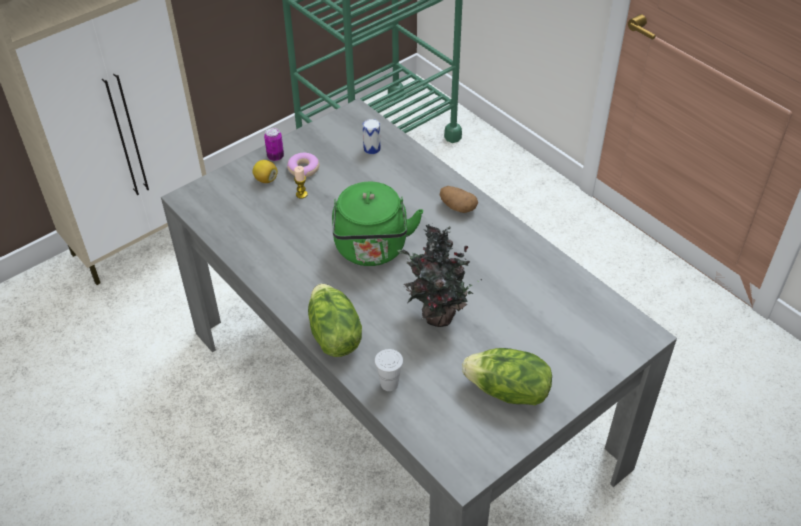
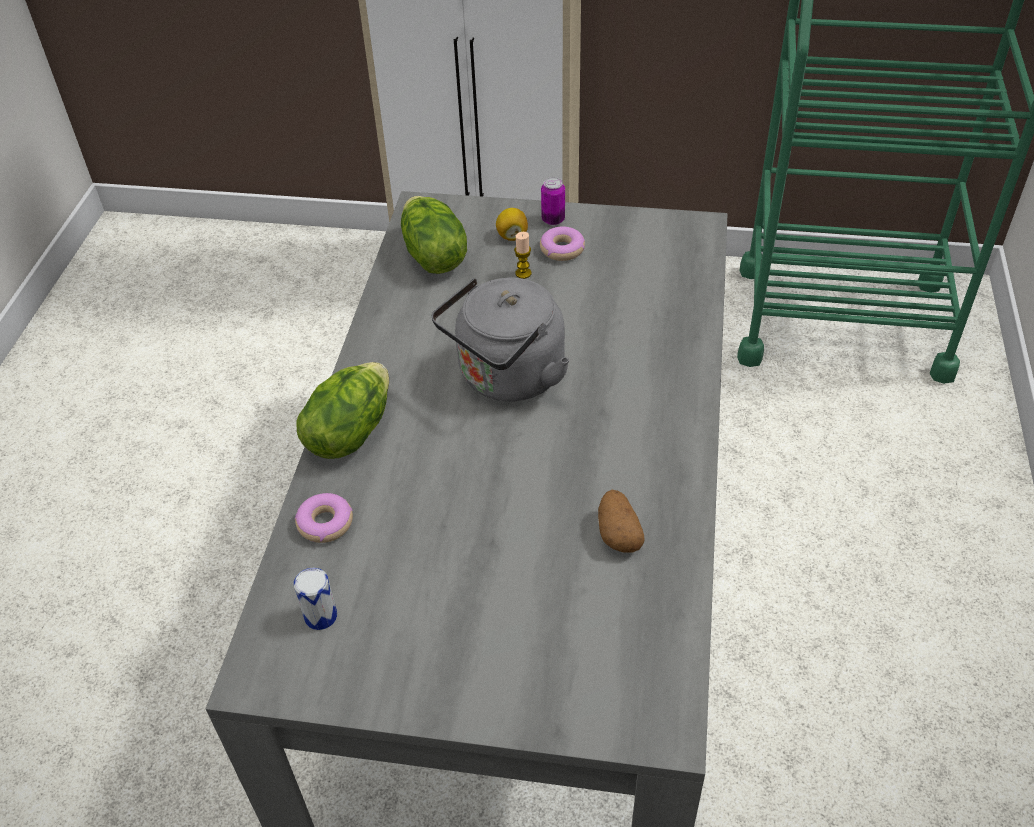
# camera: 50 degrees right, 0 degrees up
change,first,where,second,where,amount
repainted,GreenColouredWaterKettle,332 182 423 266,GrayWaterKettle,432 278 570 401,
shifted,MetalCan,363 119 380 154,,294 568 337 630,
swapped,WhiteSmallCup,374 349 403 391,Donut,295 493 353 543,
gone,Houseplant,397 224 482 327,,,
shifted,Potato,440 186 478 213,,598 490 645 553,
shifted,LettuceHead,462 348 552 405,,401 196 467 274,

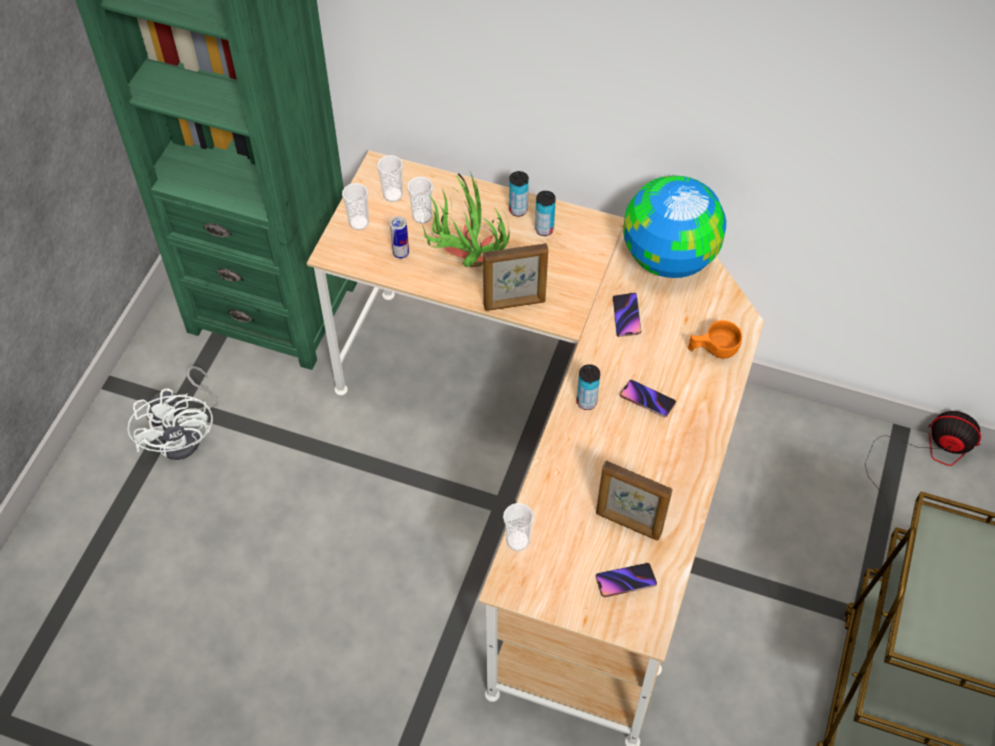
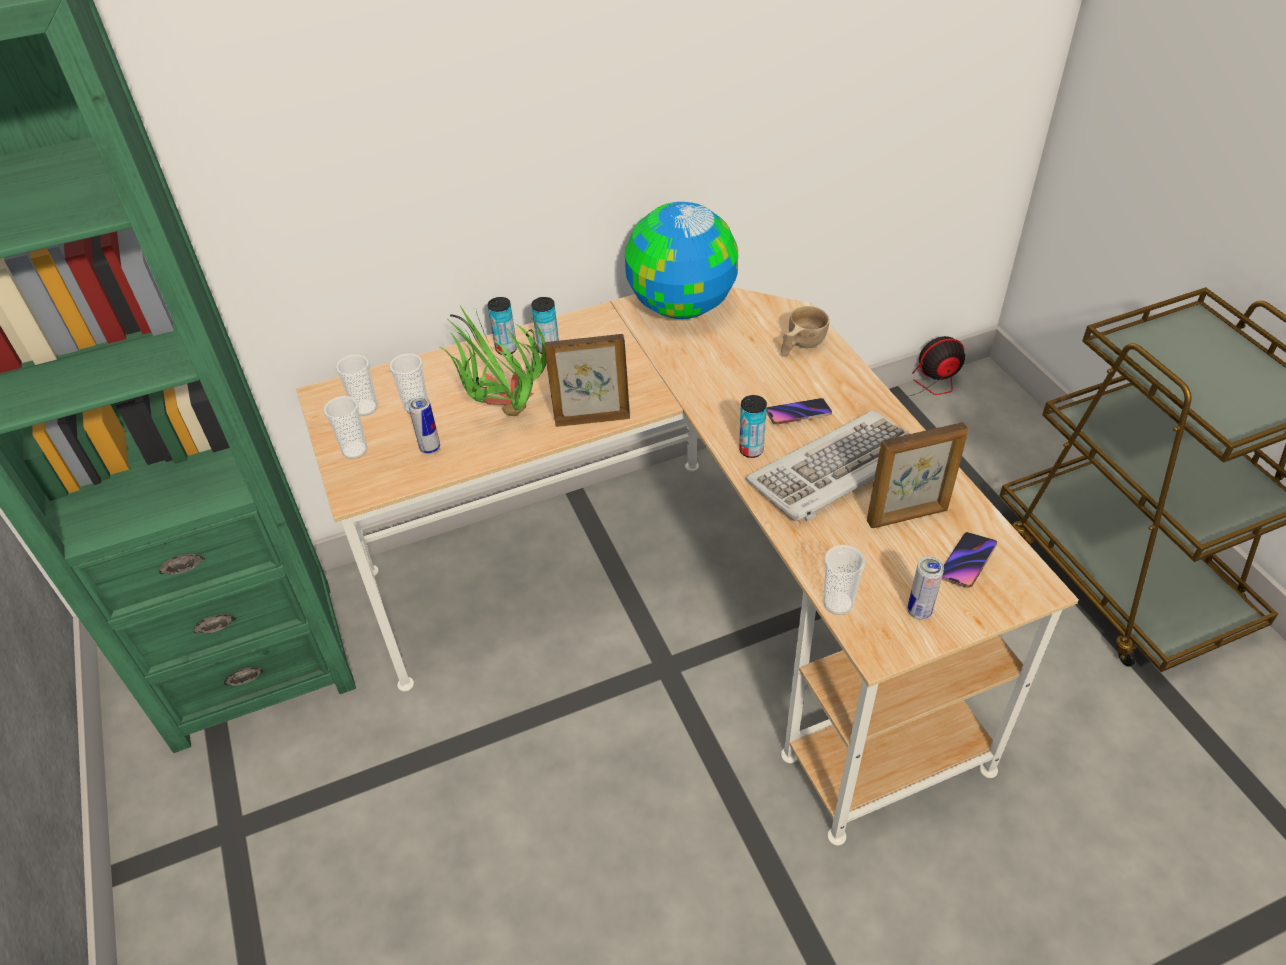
# camera: 40 degrees left, 10 degrees down
change,first,where,second,where,amount
gone,WhiteElectricFan,127 366 218 460,,,
rotated,PictureFrame,483 243 548 311,,544 334 630 427,135 degrees counterclockwise
gone,Handset,613 293 641 337,,,
repainted,OrangeySmallCup,688 320 742 359,SandColouredSmallCup,780 306 829 356,
new,,,ComputerKeyboard,746 410 910 521,
new,,,MetalCan,907 556 944 620,

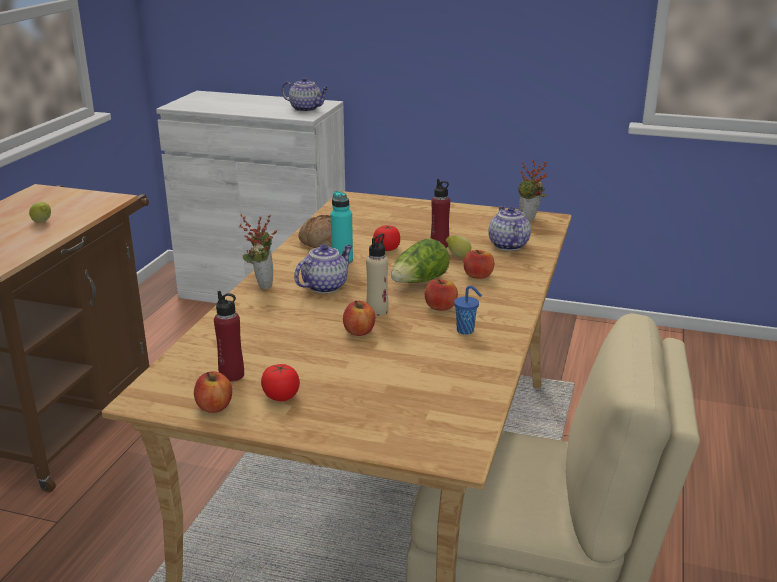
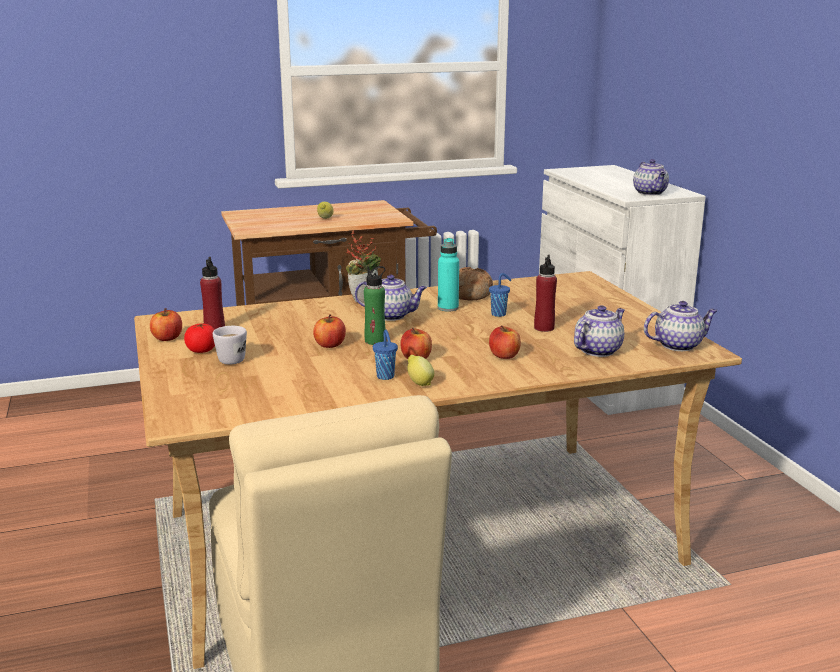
# camera: 55 degrees right, 5 degrees down
change,first,where,second,where,amount
repainted,SandColouredBeverageBottle,366 233 388 316,GreenColouredBeverageBottle,364 266 386 345,
swapped,FreshTomato,373 225 400 251,BlueSmallCup,489 273 511 317,
gone,LettuceHead,391 238 449 283,,,
shifted,Lemon,446 235 471 257,,407 355 434 386,
swapped,Houseplant,518 159 548 222,PotForTea,644 301 718 351,
new,,,WhiteTeaMug,213 326 247 365,

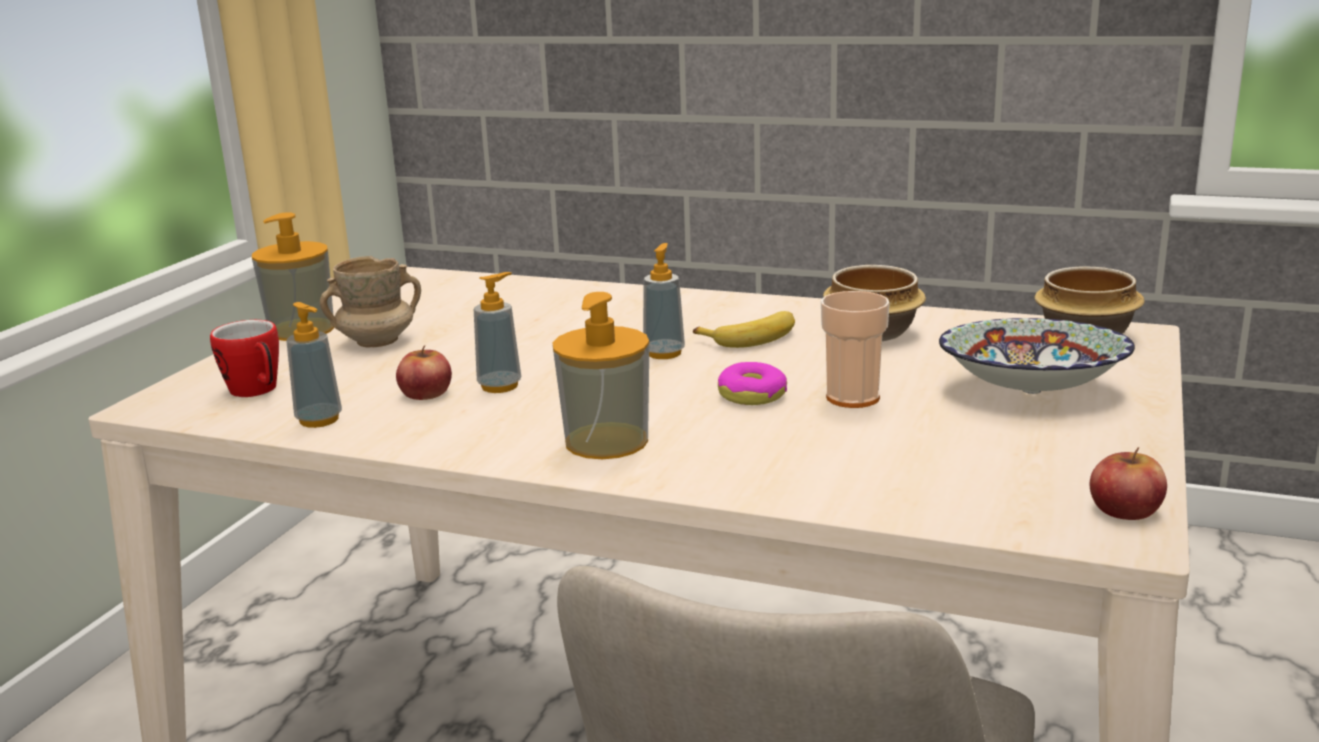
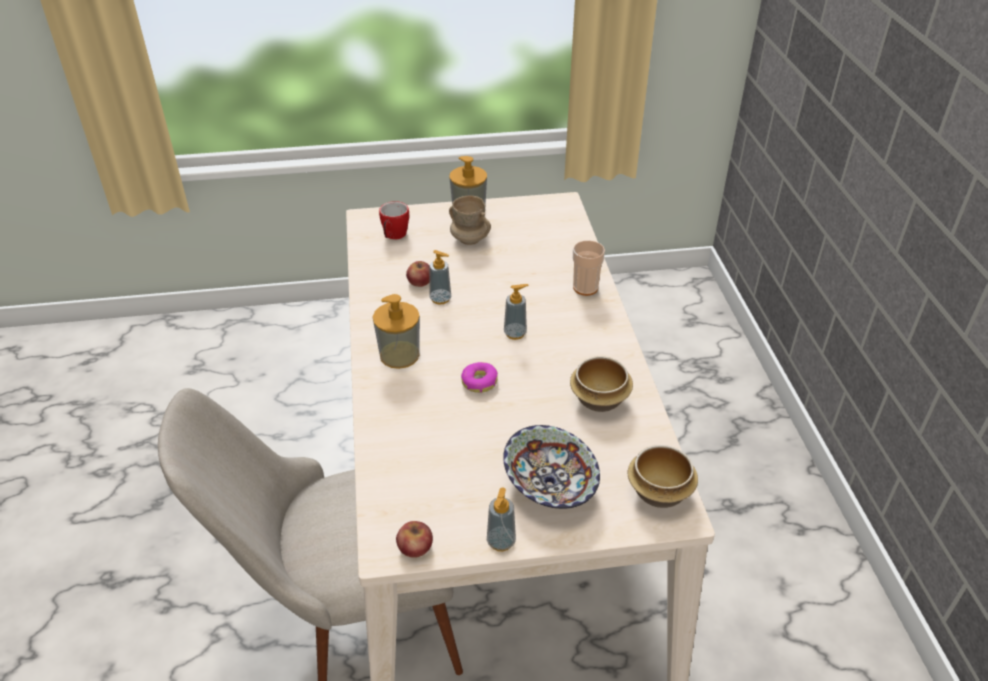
# camera: 60 degrees right, 20 degrees up
change,first,where,second,where,amount
shifted,SoapDispenser,286 302 342 428,,487 487 516 551,
gone,WholeBanana,693 311 795 348,,,
shifted,SmallCup,821 291 890 408,,573 240 605 296,

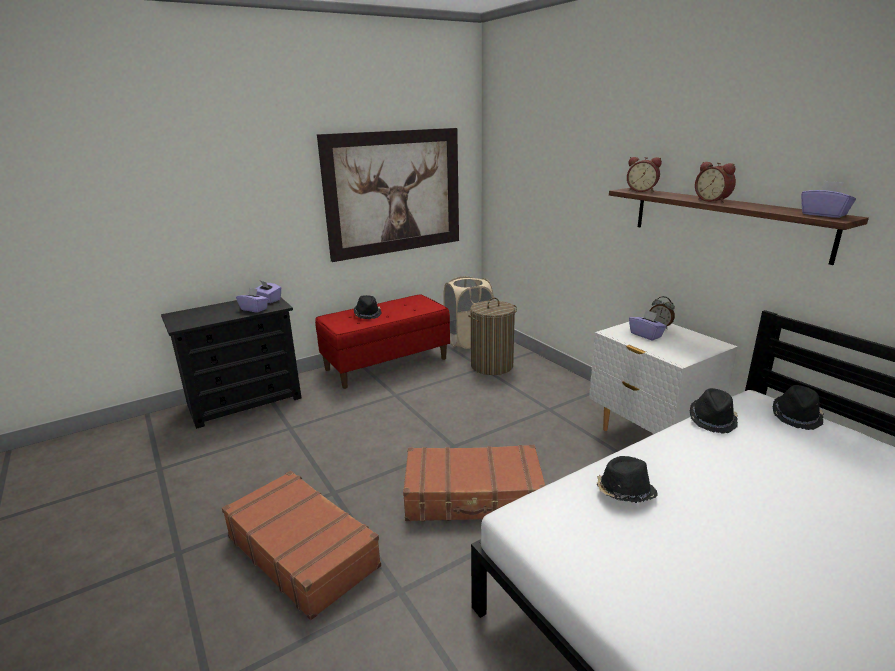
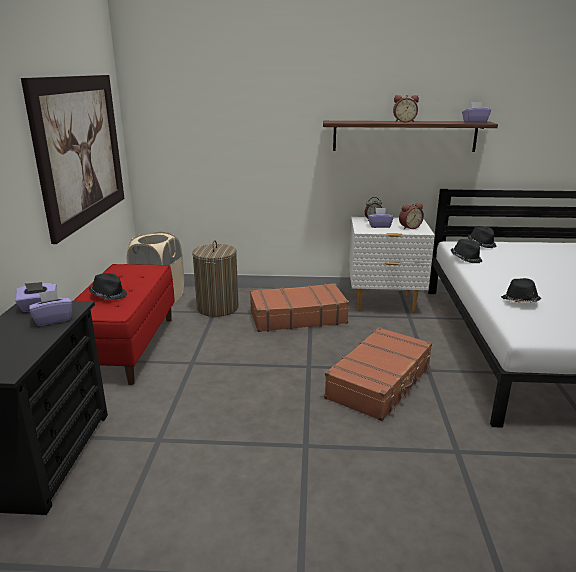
# camera: 55 degrees left, 0 degrees up
change,first,where,second,where,amount
shifted,BrownishPieceOfLuggage,222 471 381 620,,250 283 349 332,
shifted,TableClock,627 157 662 192,,399 203 424 229,

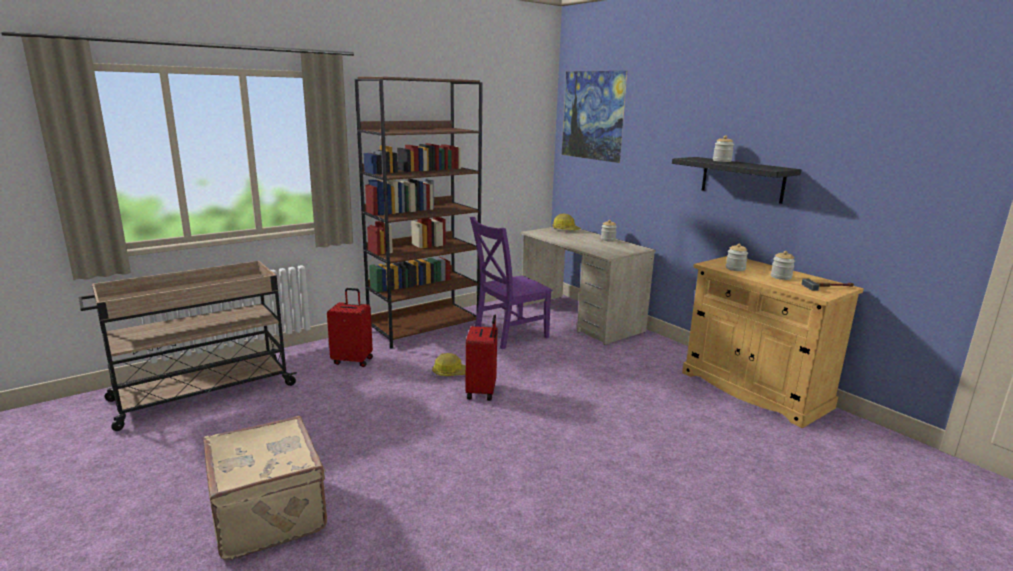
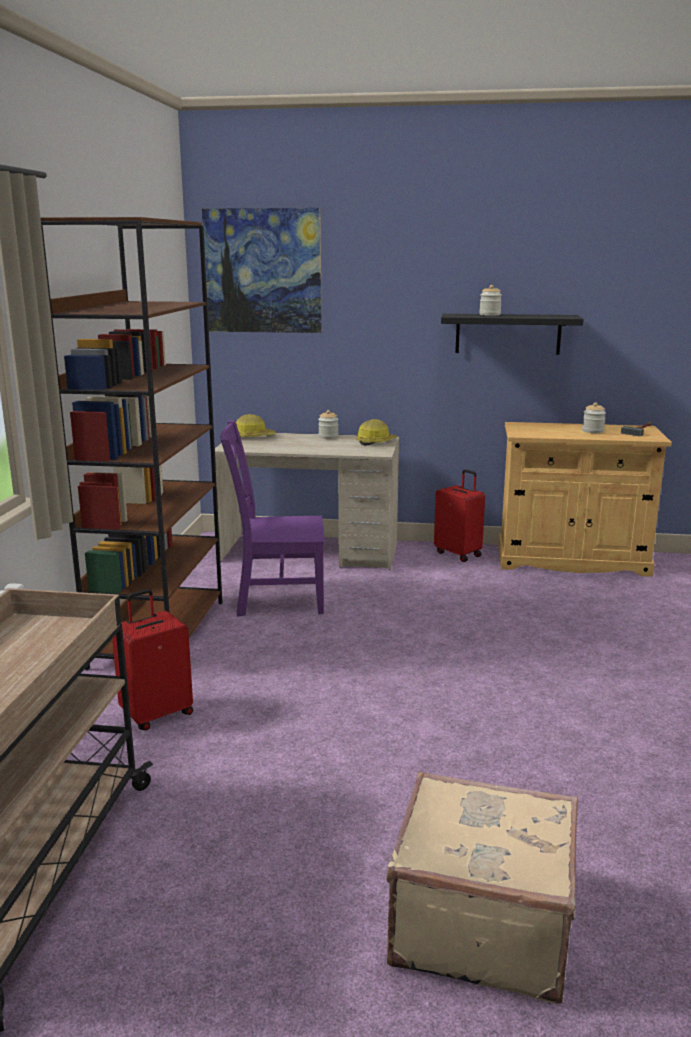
# camera: 45 degrees left, 0 degrees up
change,first,where,second,where,amount
shifted,WorkHelmet,432 353 466 376,,356 419 397 446,
shifted,RedPieceOfLuggage,466 315 497 401,,434 469 485 562,
rotated,PurplishPlainChair,470 217 552 349,,220 421 324 616,75 degrees clockwise
gone,PreserveJar,726 244 748 271,,,

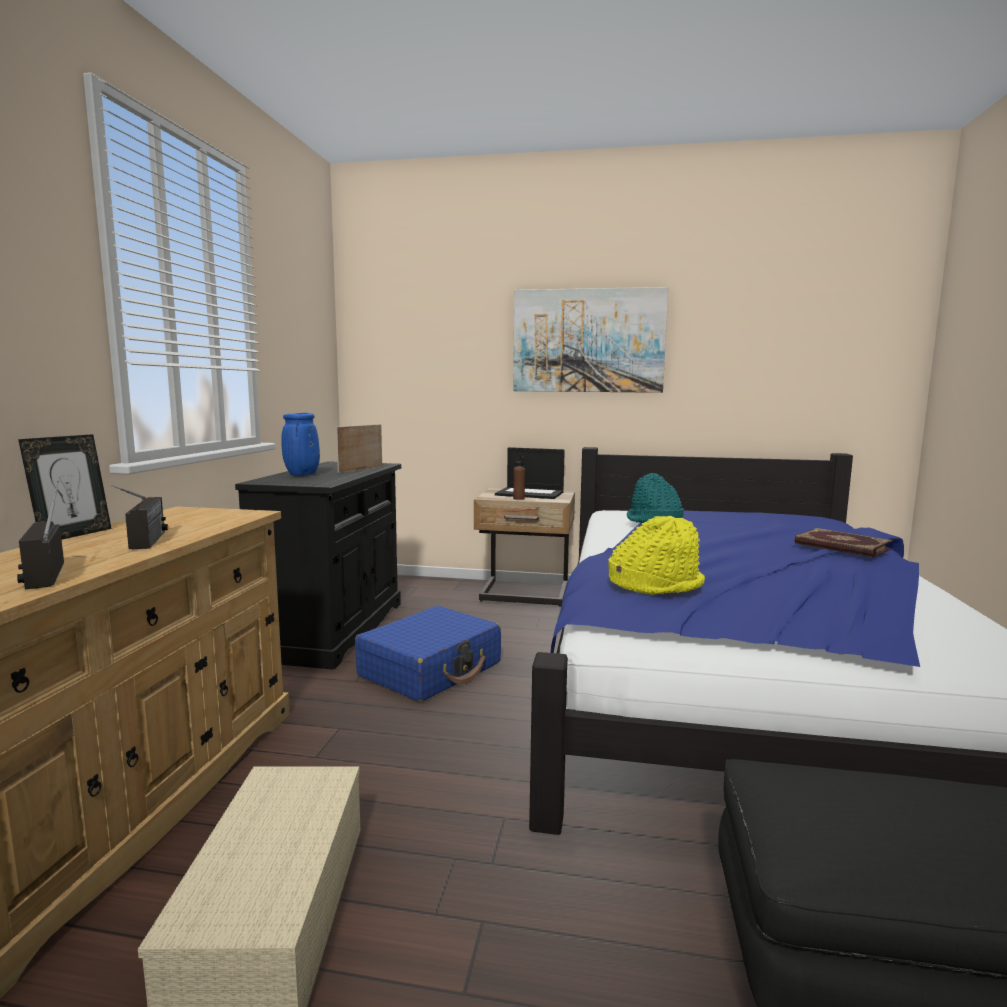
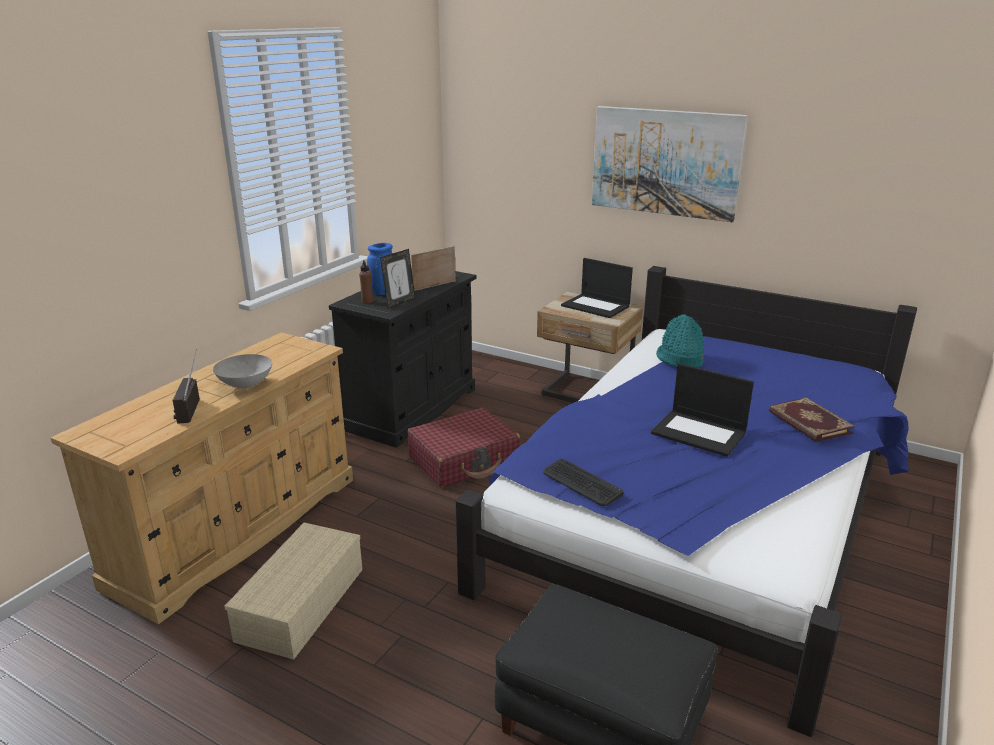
# camera: 20 degrees right, 15 degrees up
change,first,where,second,where,amount
shifted,PictureFrame,18 434 111 540,,380 249 416 309,
swapped,RadioReceiver,112 485 168 549,GrayServingBowl,213 354 272 389,
repainted,BluePieceOfLuggage,355 606 501 702,RedPieceOfLuggage,407 408 520 488,
shifted,BrownishBeverageBottle,513 456 525 500,,359 260 373 304,
gone,YellowishClothingHat,609 516 705 595,,,
new,,,ComputerKeyboard,543 458 624 506,
new,,,PortableComputer,651 363 754 457,

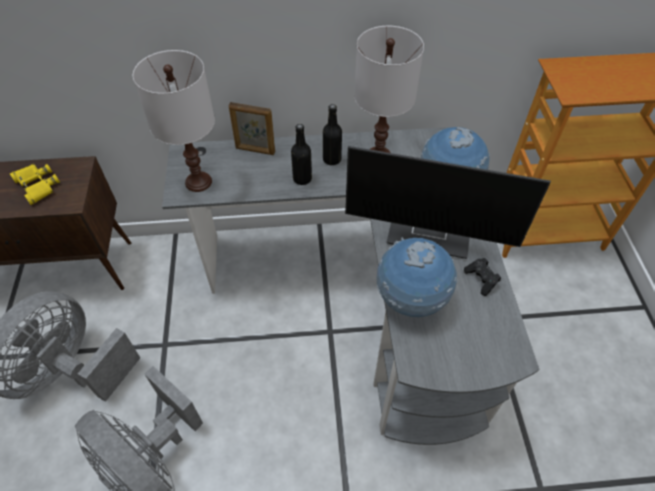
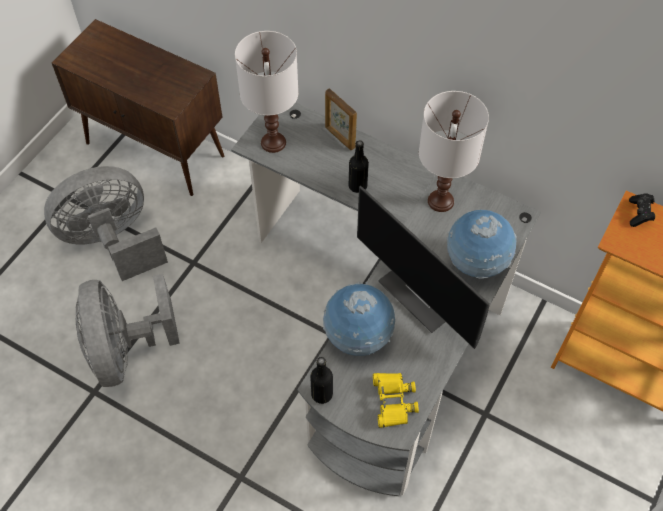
# camera: 35 degrees right, 5 degrees up
change,first,where,second,where,amount
shifted,YellowishFieldGlasses,10 164 60 205,,373 373 419 428,
shifted,BlackColouredBeverageBottle,323 104 342 165,,310 357 333 404,
shifted,BlackColouredJoypad,464 258 501 296,,629 193 655 227,

